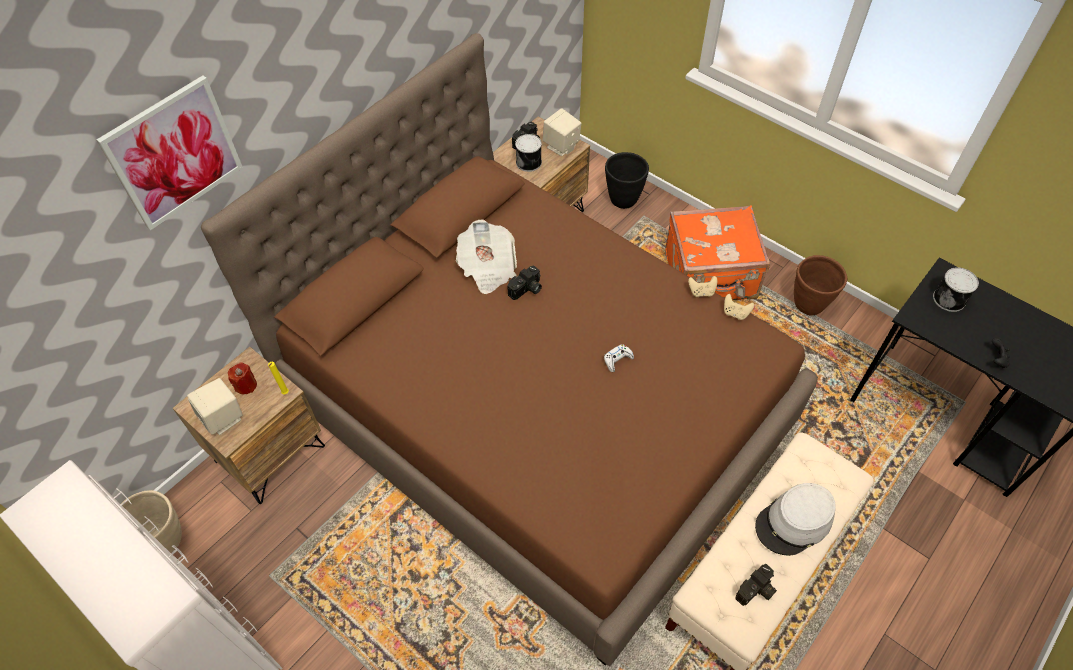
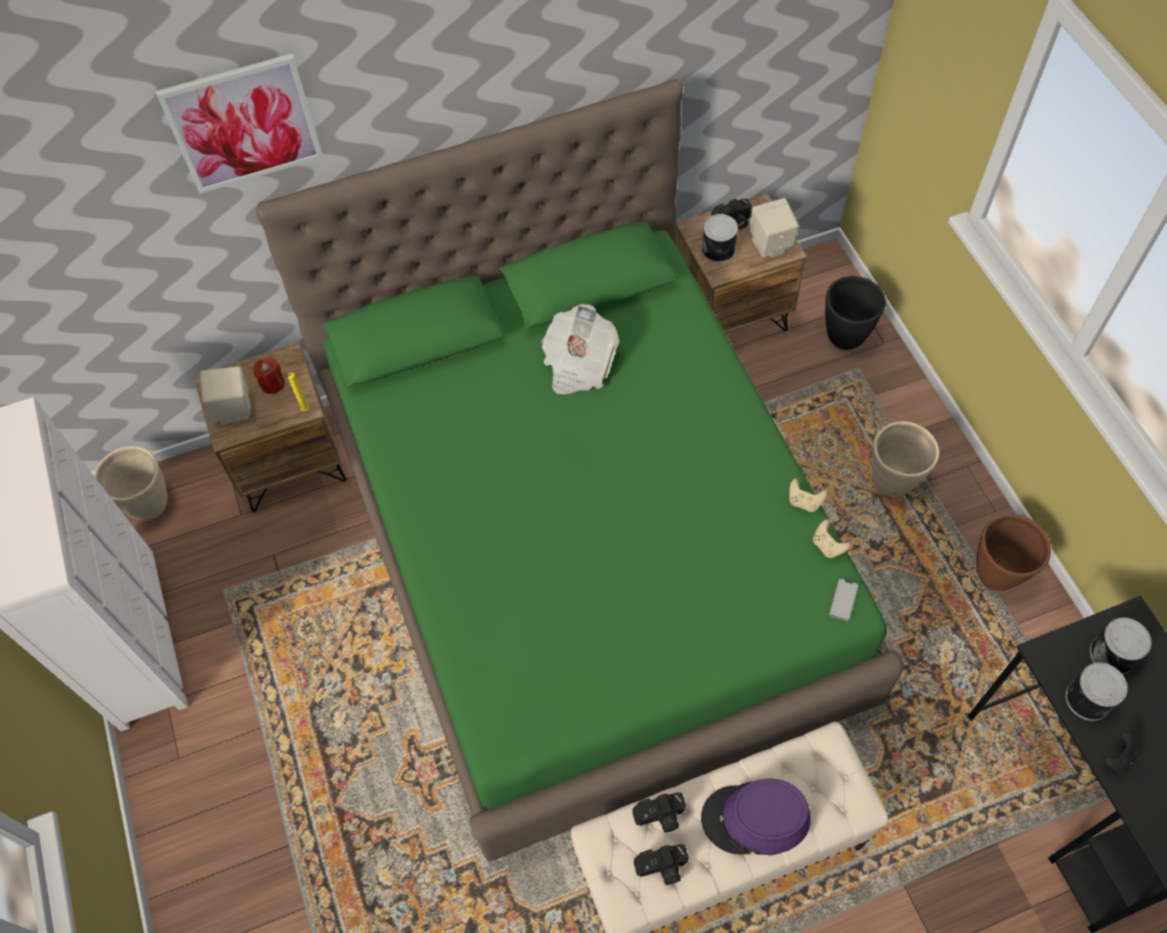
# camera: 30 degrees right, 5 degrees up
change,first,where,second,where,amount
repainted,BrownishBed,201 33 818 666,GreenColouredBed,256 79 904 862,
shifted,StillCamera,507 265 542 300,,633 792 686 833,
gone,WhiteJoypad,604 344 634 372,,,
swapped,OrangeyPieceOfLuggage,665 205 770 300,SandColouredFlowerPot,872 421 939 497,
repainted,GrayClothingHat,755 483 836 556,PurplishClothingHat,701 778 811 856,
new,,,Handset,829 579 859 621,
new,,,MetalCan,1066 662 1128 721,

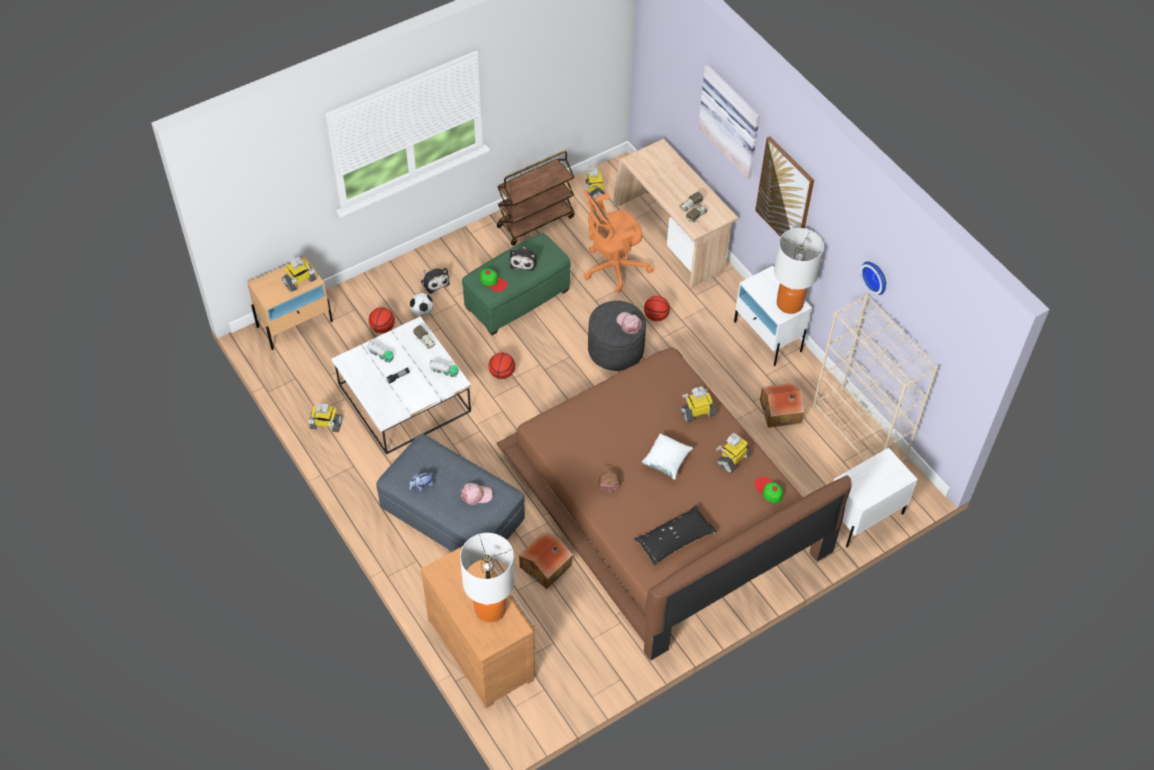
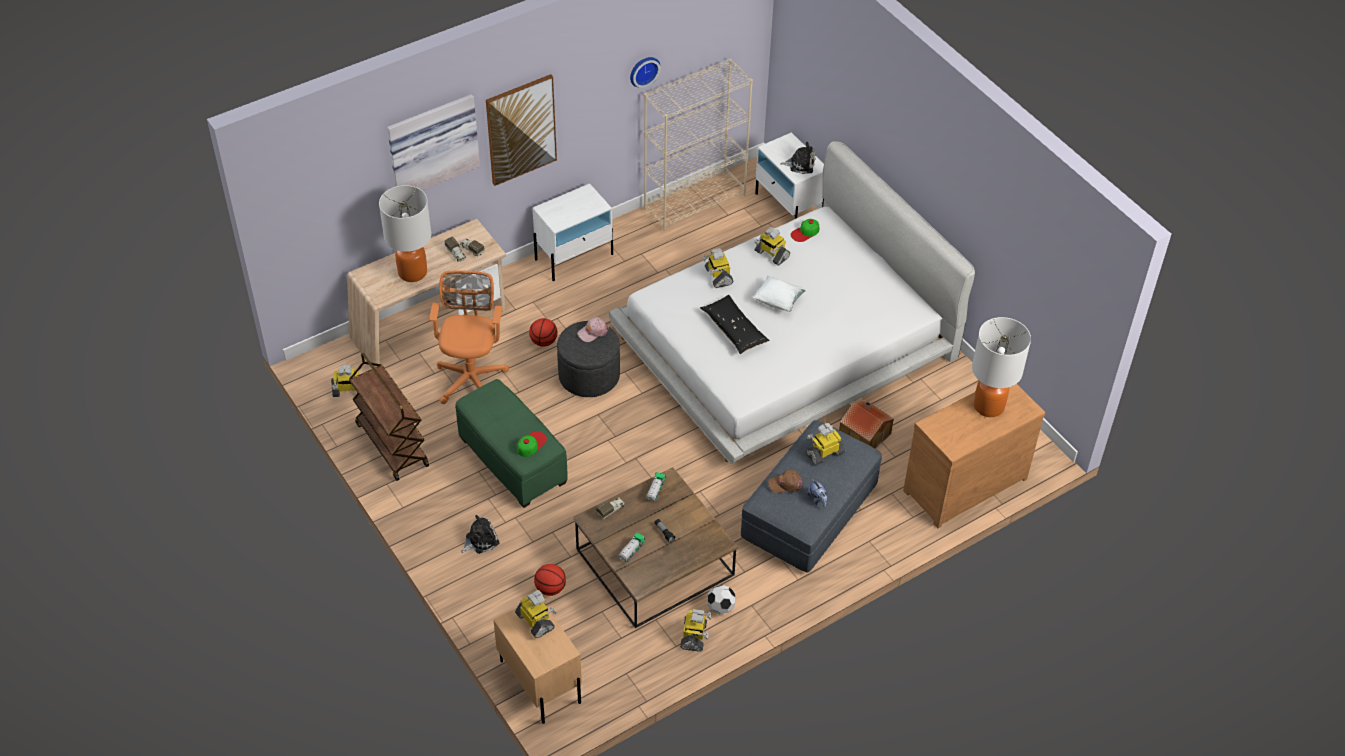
# camera: 90 degrees left, 5 degrees down
change,first,where,second,where,amount
repainted,WhiteLoungeTable,331 316 471 454,BrownishLoungeTable,574 467 738 628,
shifted,BallForFootball,410 293 433 316,,707 585 735 614,
swapped,PinkColouredBaseballCap,461 483 493 505,RobotFigure,806 423 845 466,
gone,BallForBasketball,489 353 515 379,,,
repainted,BrownishBed,497 347 852 660,WhiteBed,609 142 975 464,
shifted,SoftToy,509 246 537 271,,780 142 815 174,
rotated,OrangeyComputerChair,583 191 654 292,,429 270 509 404,150 degrees counterclockwise
shifted,BrownishBaseballCap,598 465 621 492,,768 470 803 493,
shifted,BlackColouredCushion,634 505 717 566,,700 295 770 354,
gone,MiniatureHouse,760 383 805 428,,,
shifted,LampForATable,774 228 824 314,,379 185 432 282,

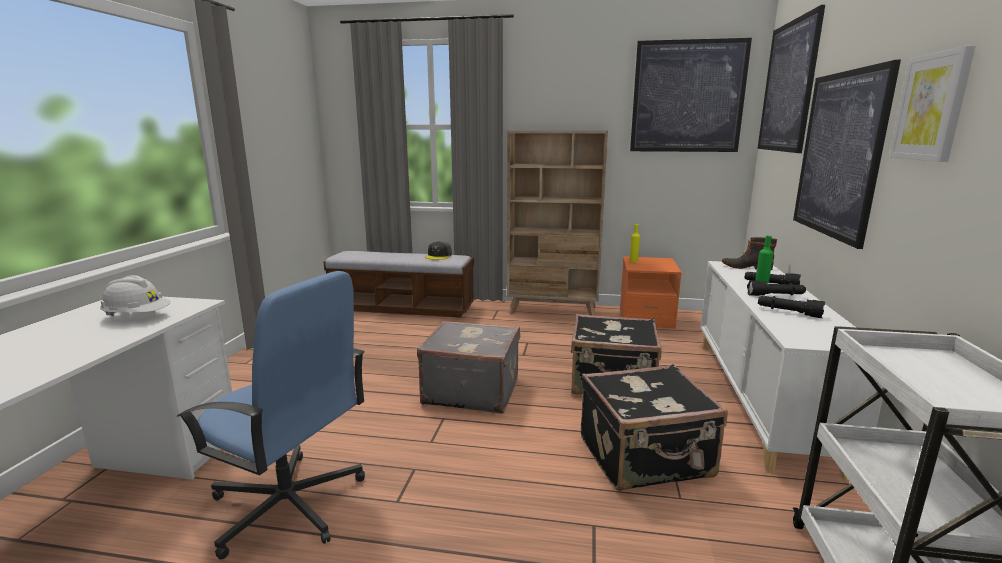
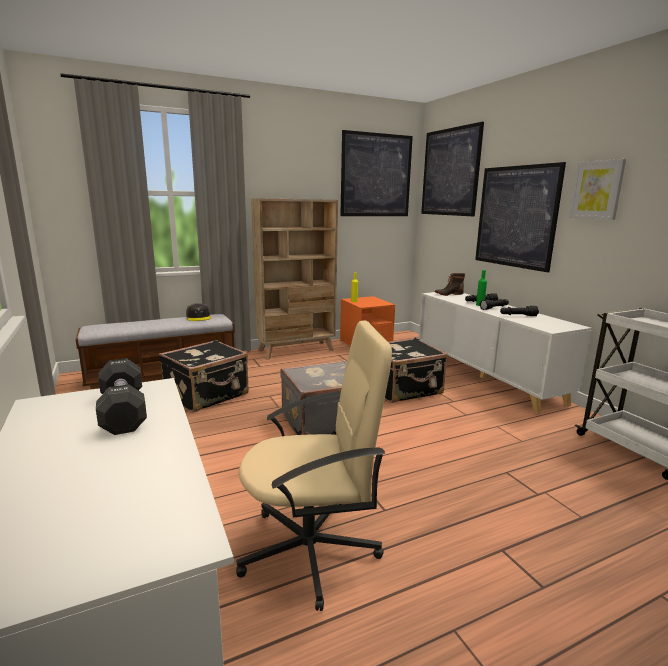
# camera: 35 degrees left, 0 degrees up
change,first,where,second,where,amount
swapped,WhiteWorkHelmet,100 275 171 316,BlackColouredDumbbell,96 358 147 435,
repainted,BlueComputerChair,176 271 365 560,SandColouredComputerChair,236 321 392 611,
shifted,BlackColouredPieceOfLuggage,581 364 728 491,,159 340 249 413,

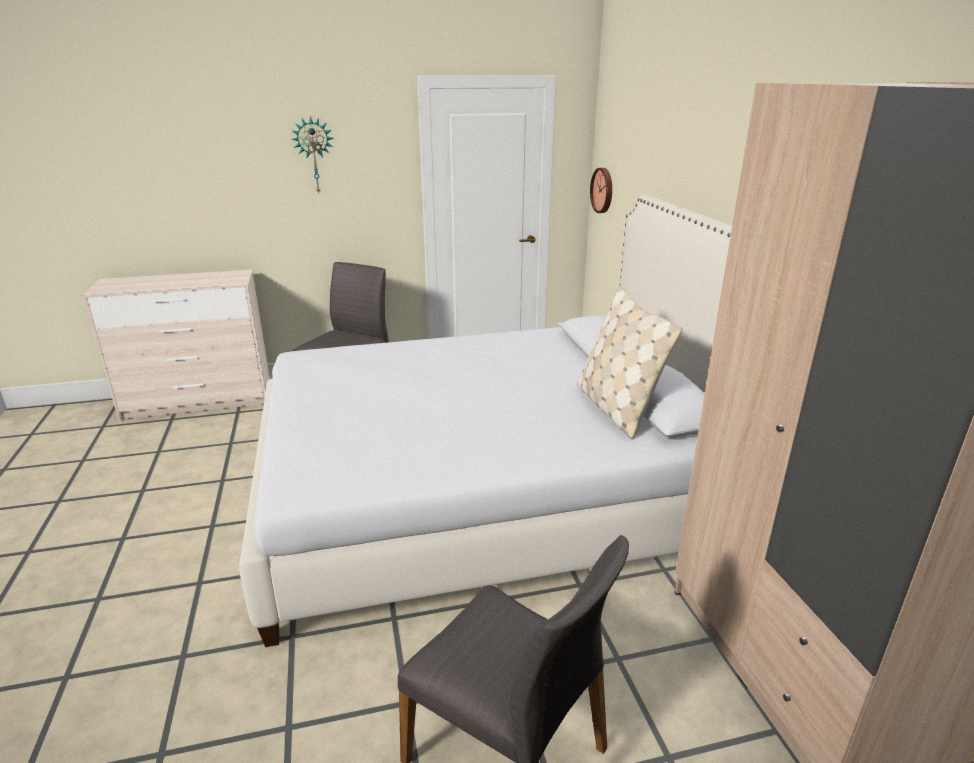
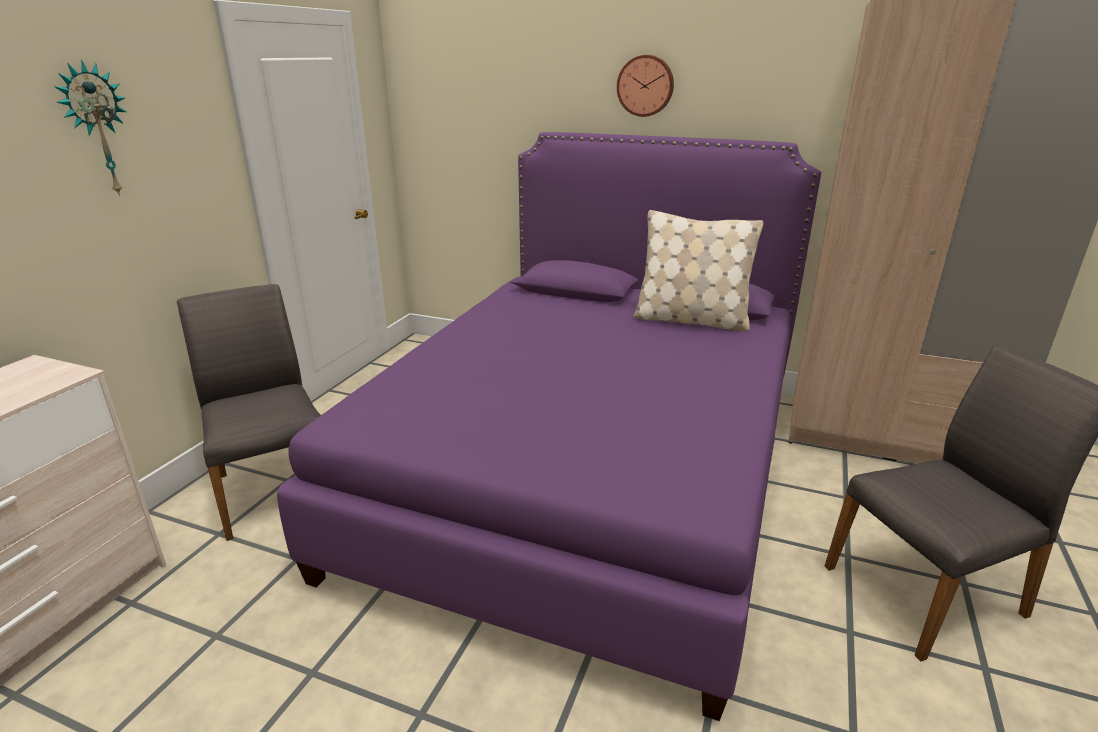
# camera: 55 degrees left, 0 degrees up
change,first,where,second,where,amount
repainted,WhiteBed,239 195 732 647,PurplishBed,277 132 821 721,
shifted,ClockOnTheWall,590 168 612 213,,617 55 674 117,

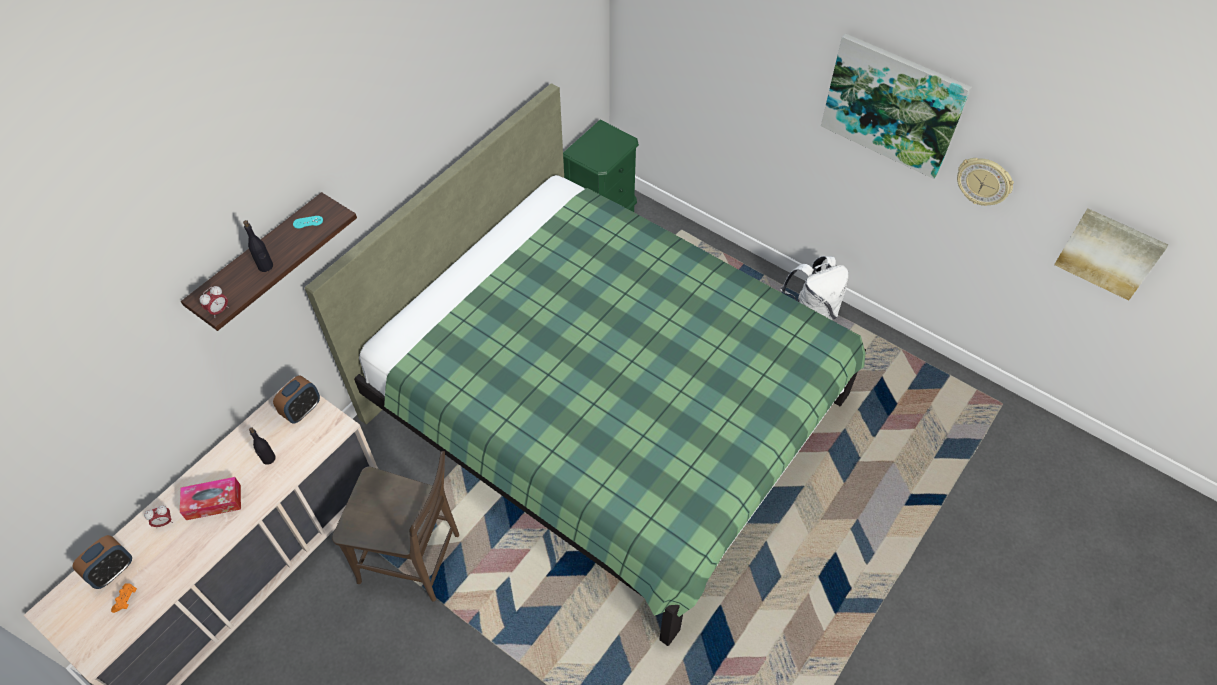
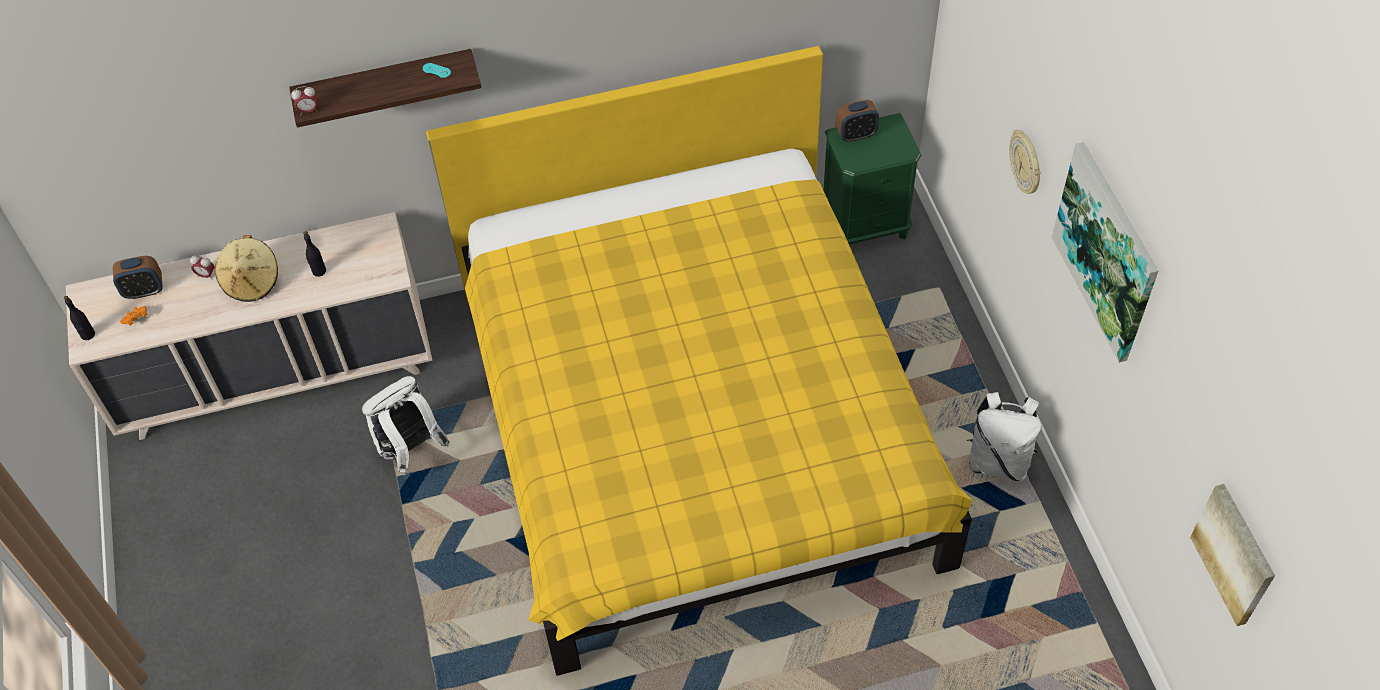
# camera: 40 degrees right, 0 degrees up
change,first,where,second,where,amount
swapped,BoxOfTissues,180 477 241 520,SandColouredClothingHat,215 235 278 302,
shifted,BlackColouredBeverageBottle,243 220 273 272,,64 296 95 340,
shifted,TableClock,273 375 320 424,,836 100 879 143,
repainted,GreenColouredBed,305 83 866 646,YellowishBed,426 46 973 676,
swapped,BrownishPlainChair,332 451 459 602,WhiteKnapsack,362 376 450 475,
shifted,ClockOnTheWall,957 158 1014 206,,1009 130 1041 194,

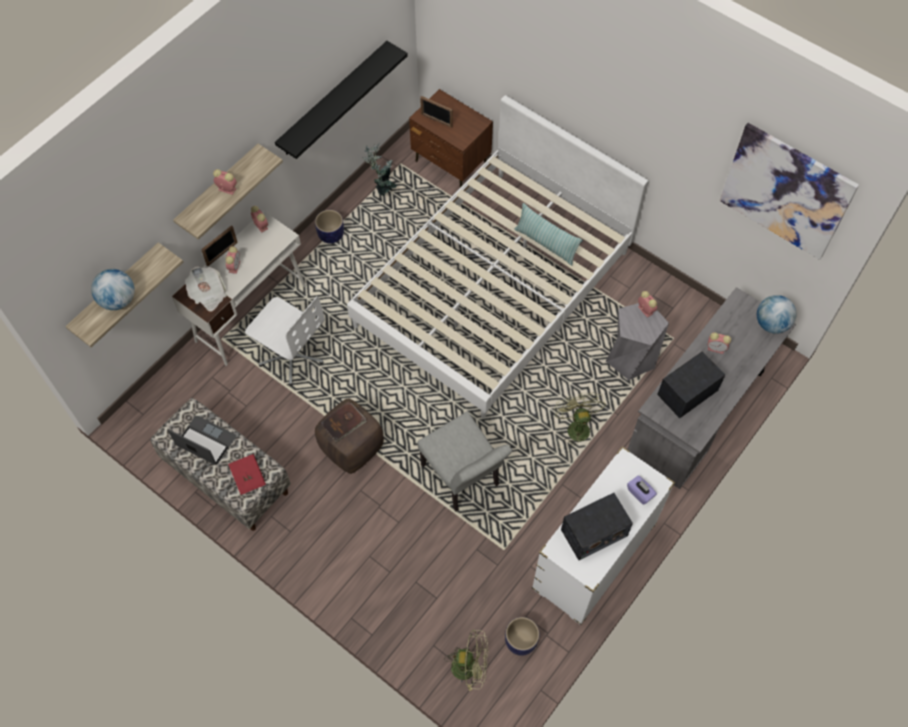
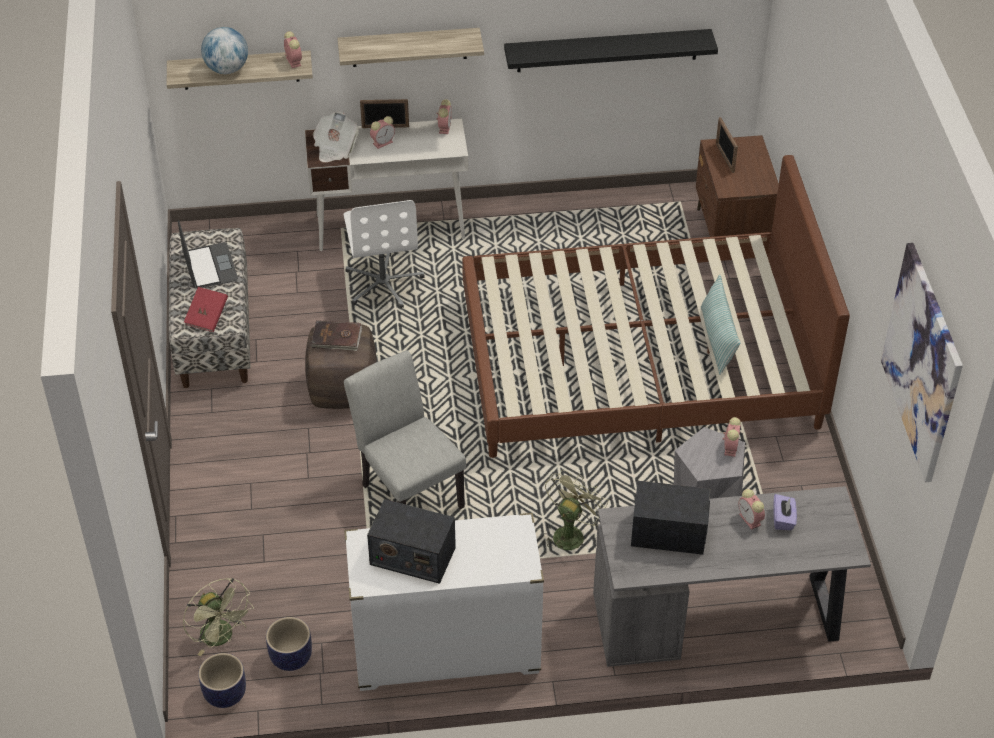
# camera: 45 degrees right, 15 degrees down
change,first,where,second,where,amount
shifted,TableClock,213 169 237 195,,284 31 302 68,
shifted,FlowerPot,315 210 344 243,,198 653 246 708,
repainted,WhiteBed,347 95 649 418,BrownishBed,462 155 850 458,
gone,Houseplant,362 143 397 196,,,
rotated,GrayPlainChair,418 412 512 512,,344 350 466 509,135 degrees clockwise
shifted,PurplishBoxOfTissues,627 475 657 505,,773 494 797 530,
gone,DeskGlobe,757 295 797 334,,,

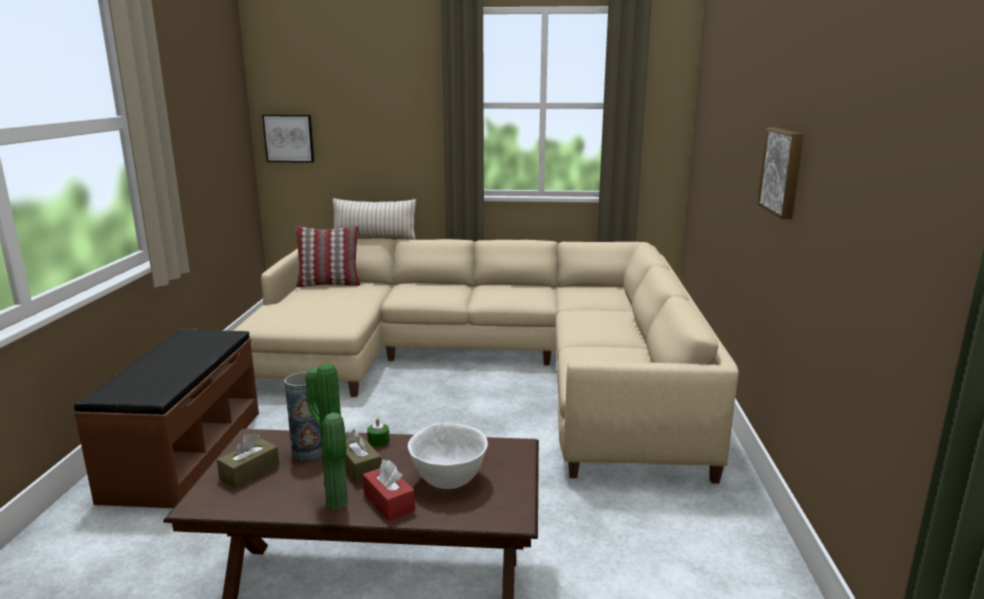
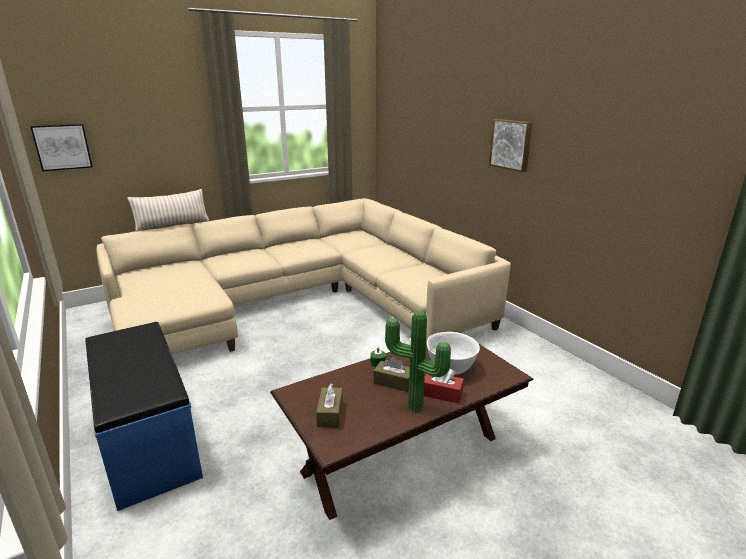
# camera: 35 degrees left, 5 degrees up
change,first,where,second,where,amount
repainted,BrownishIndoorBench,74 330 259 508,BlueIndoorBench,85 322 203 511,
gone,DecorativeVase,284 372 322 460,,,
gone,Cushion,295 226 360 287,,,

